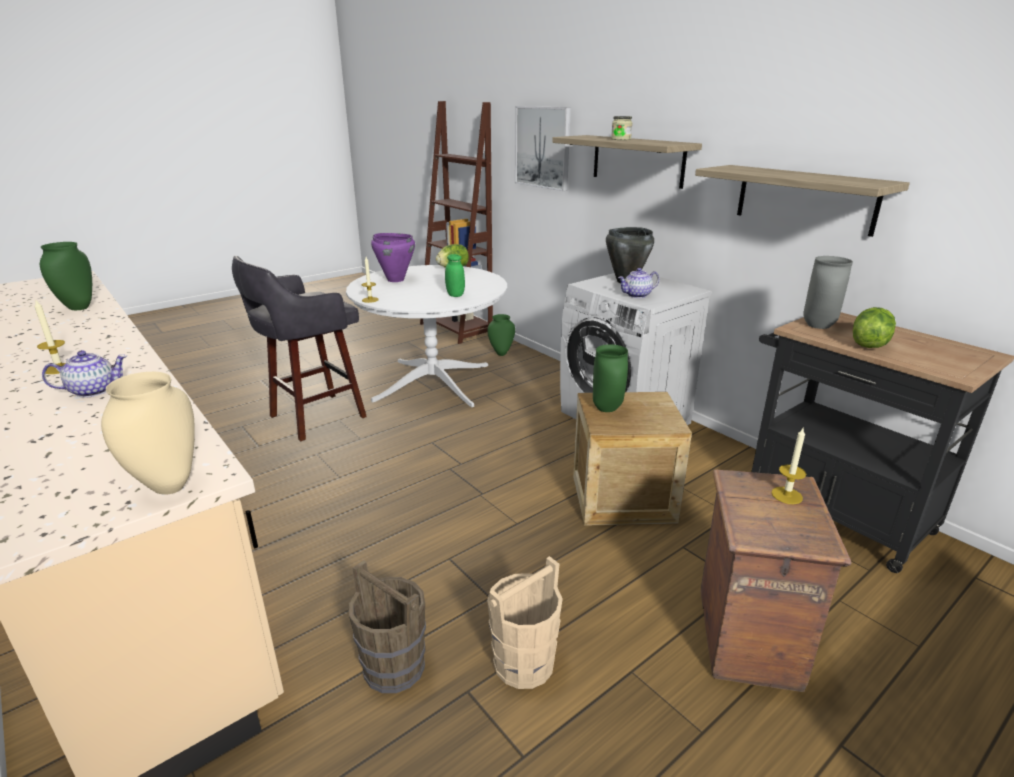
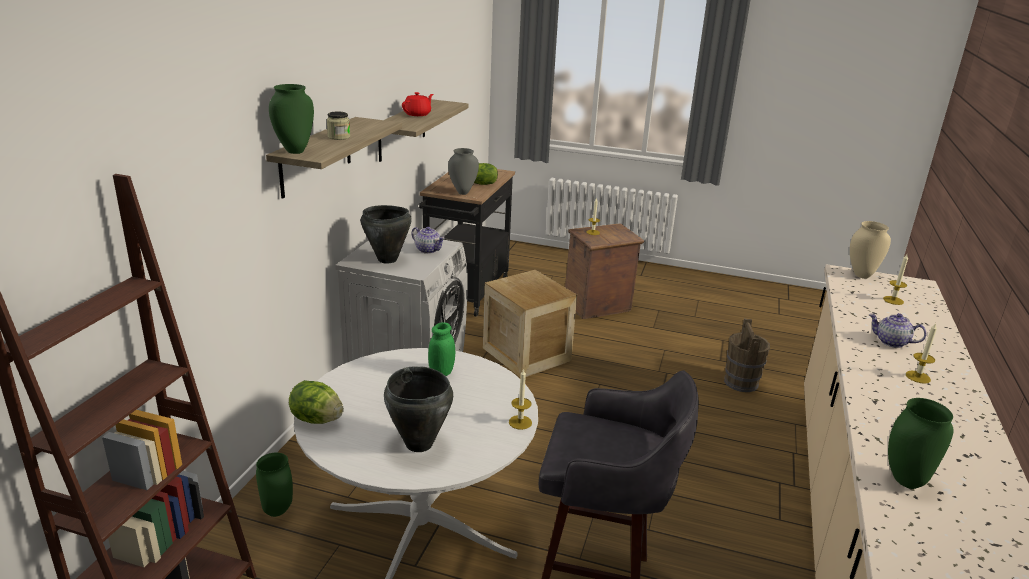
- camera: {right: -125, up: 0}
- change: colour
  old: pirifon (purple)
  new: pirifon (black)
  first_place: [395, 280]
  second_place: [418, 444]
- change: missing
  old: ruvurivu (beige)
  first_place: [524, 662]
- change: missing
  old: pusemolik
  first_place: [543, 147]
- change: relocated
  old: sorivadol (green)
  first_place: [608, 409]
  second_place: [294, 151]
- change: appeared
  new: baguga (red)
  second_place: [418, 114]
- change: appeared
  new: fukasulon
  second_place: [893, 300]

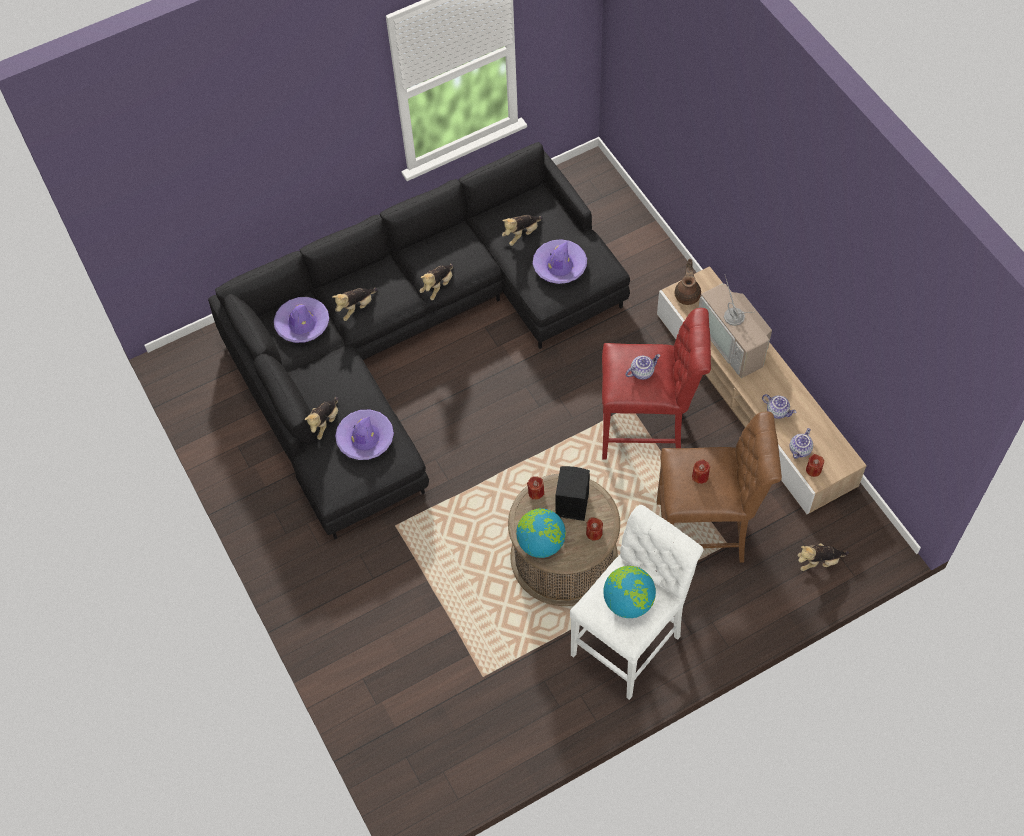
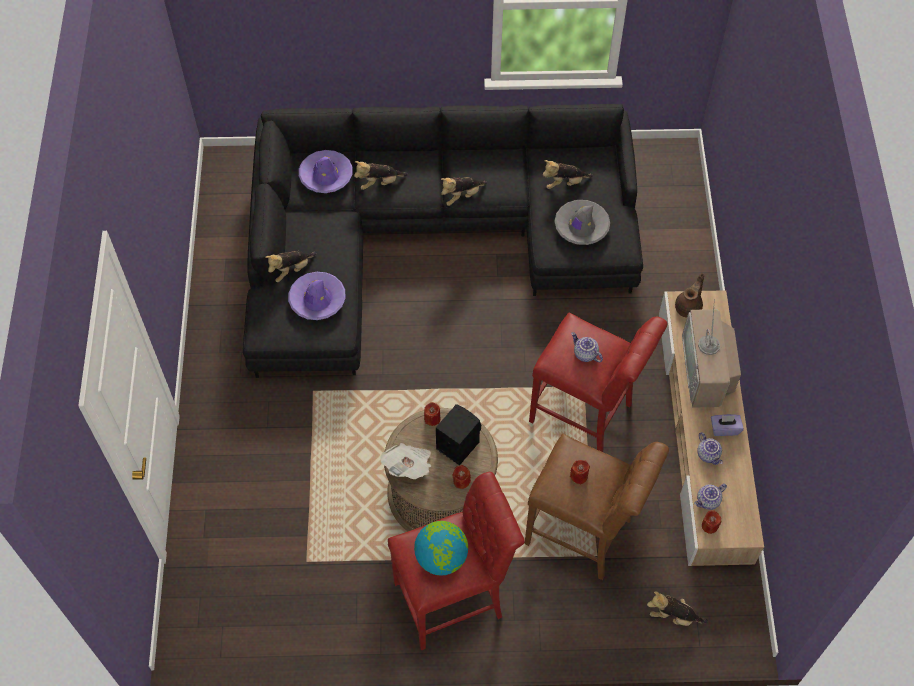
- camera: {right: 25, up: 0}
- change: exchanged
  old: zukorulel
  new: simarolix
  first_place: [541, 543]
  second_place: [408, 466]
- change: colour
  old: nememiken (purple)
  new: nememiken (grey)
  first_place: [559, 266]
  second_place: [581, 226]
- change: colour
  old: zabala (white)
  new: zabala (red)
  first_place: [631, 641]
  second_place: [454, 598]
- change: spun
  old: baguga
  first_place: [642, 372]
  second_place: [585, 354]
  degrees: -135
- change: appeared
  new: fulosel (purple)
  second_place: [724, 429]

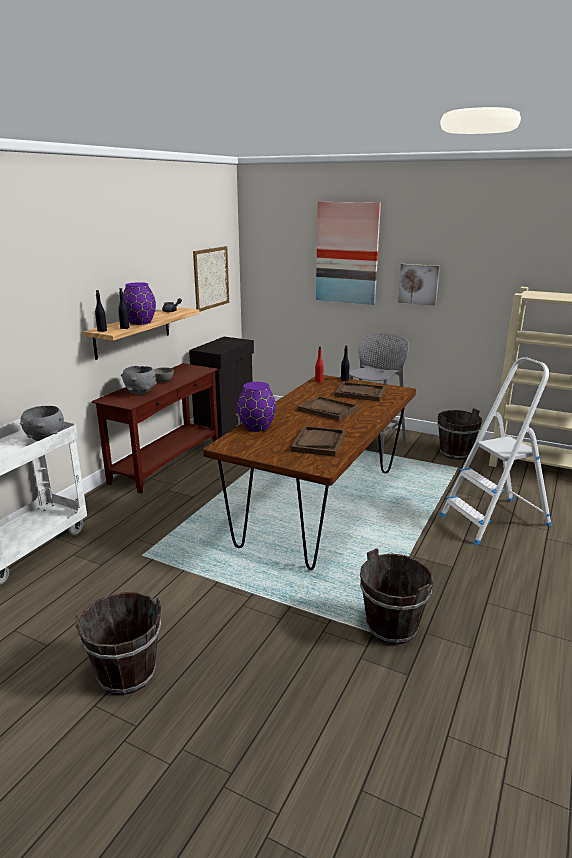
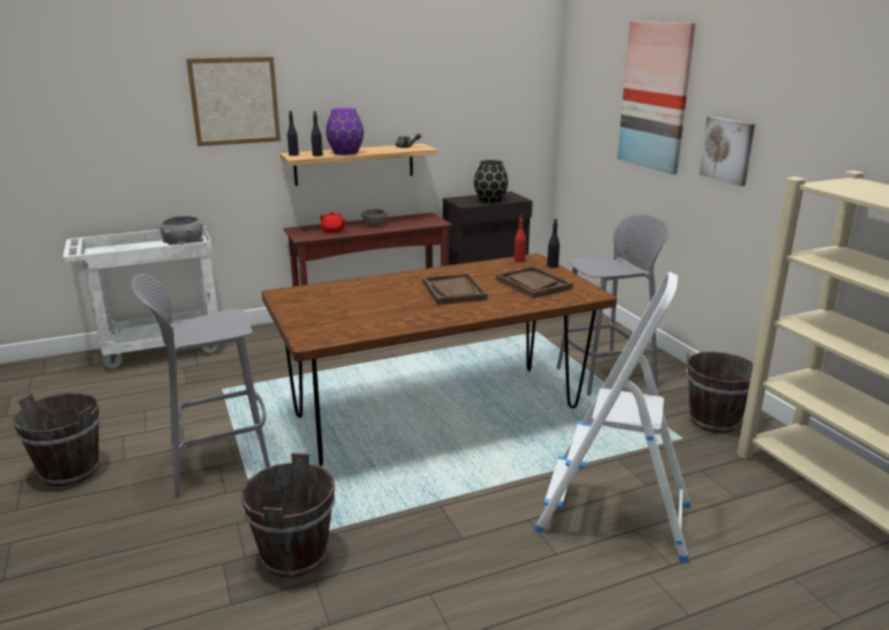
- camera: {right: 40, up: 0}
- change: exchanged
  old: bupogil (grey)
  new: baguga (red)
  first_place: [140, 393]
  second_place: [333, 230]
- change: relocated
  old: pusemolik
  first_place: [211, 277]
  second_place: [235, 100]
- change: missing
  old: sorivadol (purple)
  first_place: [256, 427]
- change: missing
  old: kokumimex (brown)
  first_place: [318, 442]
- change: appeared
  new: zabala (grey)
  second_place: [216, 460]
- change: appeared
  new: sorivadol (black)
  second_place: [490, 200]

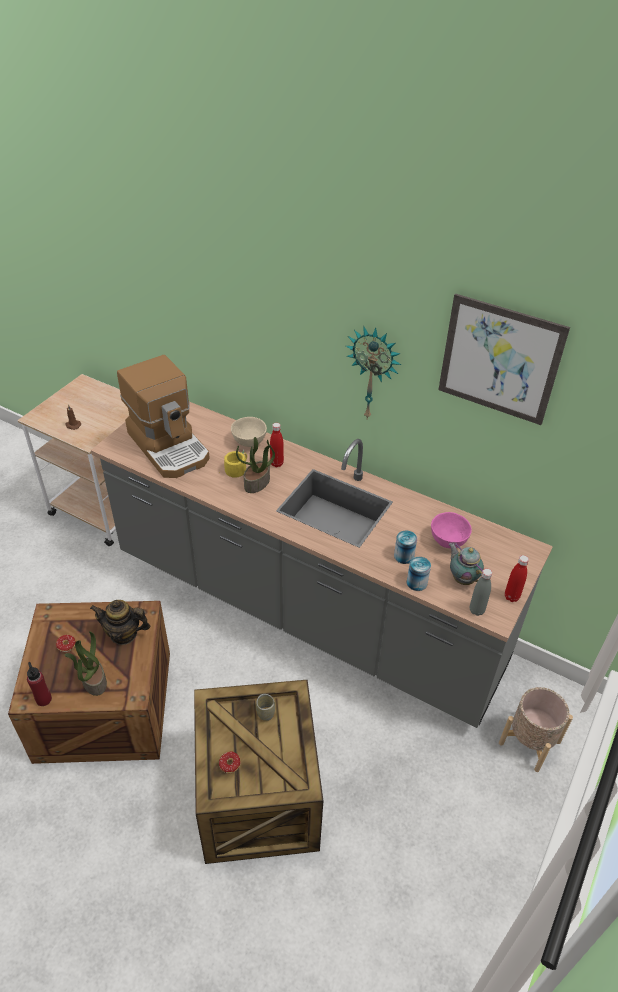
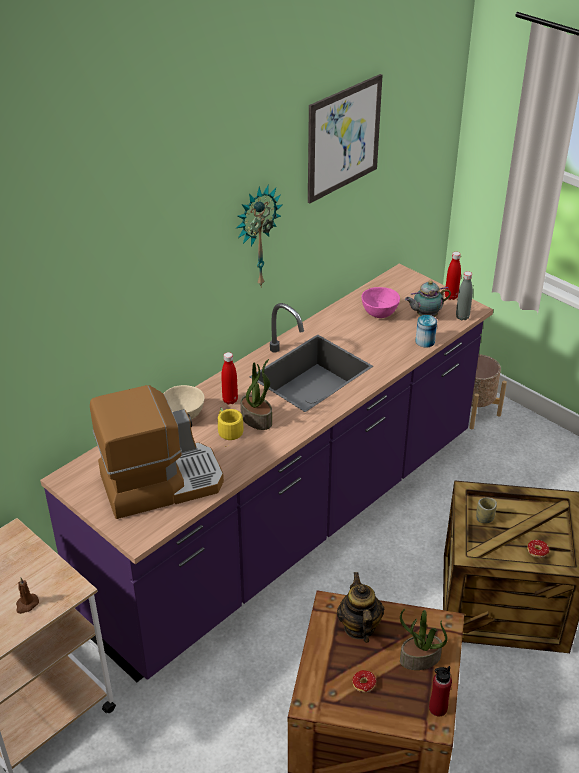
- camera: {right: -75, up: -5}
- change: spun
  old: baguga
  first_place: [124, 634]
  second_place: [359, 627]
  degrees: 150
- change: colour
  old: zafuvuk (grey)
  new: zafuvuk (purple)
  first_place: [305, 610]
  second_place: [289, 527]
- change: missing
  old: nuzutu
  first_place: [404, 556]

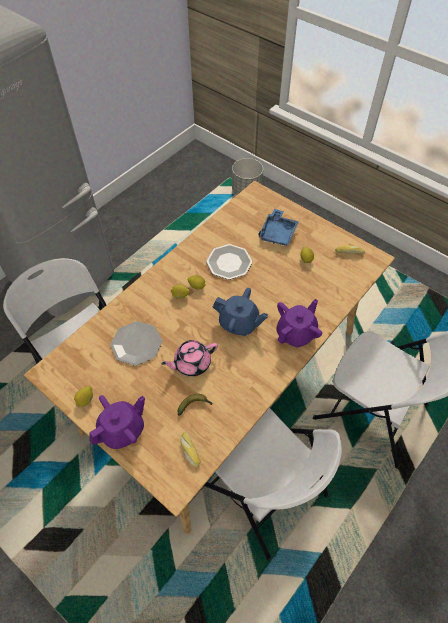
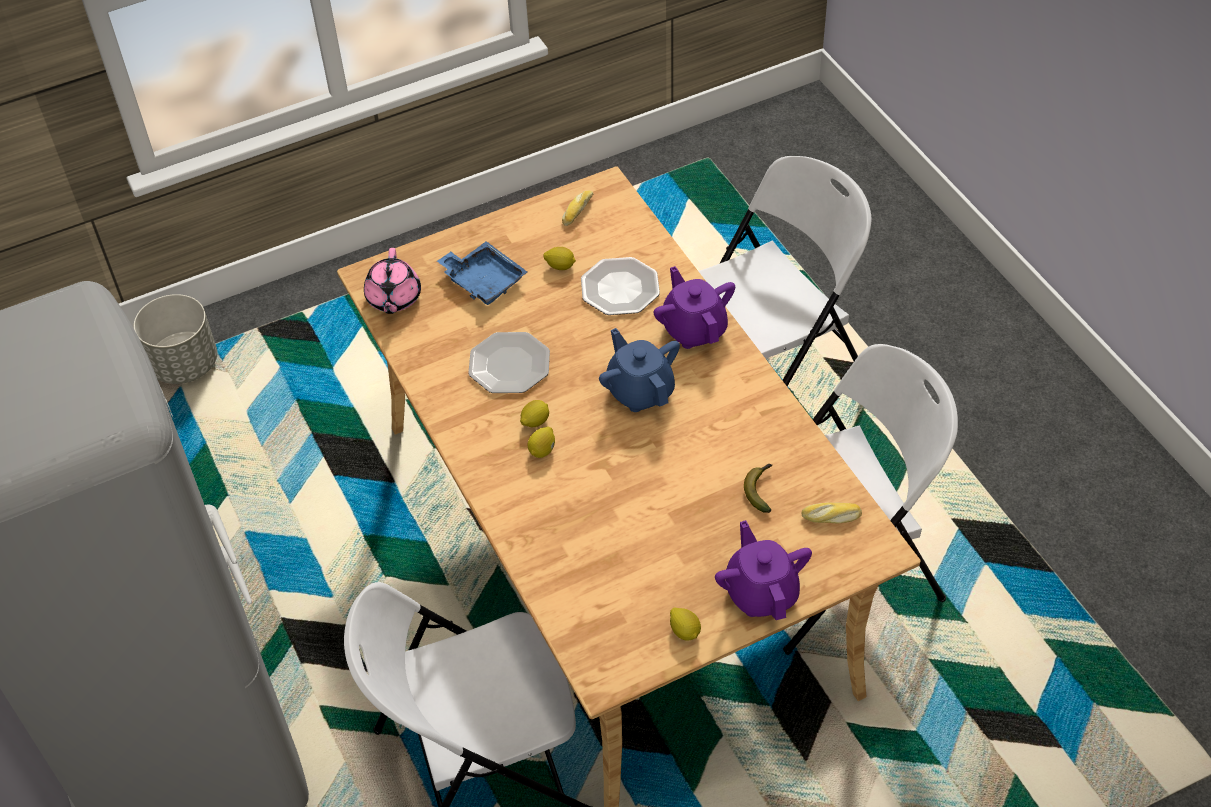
- camera: {right: -65, up: -5}
- change: relocated
  old: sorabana
  first_place: [136, 344]
  second_place: [620, 288]
- change: relocated
  old: baguga (pink)
  first_place: [191, 363]
  second_place: [393, 298]
- change: spun
  old: baguga (blue)
  first_place: [239, 323]
  second_place: [640, 391]
  degrees: -75

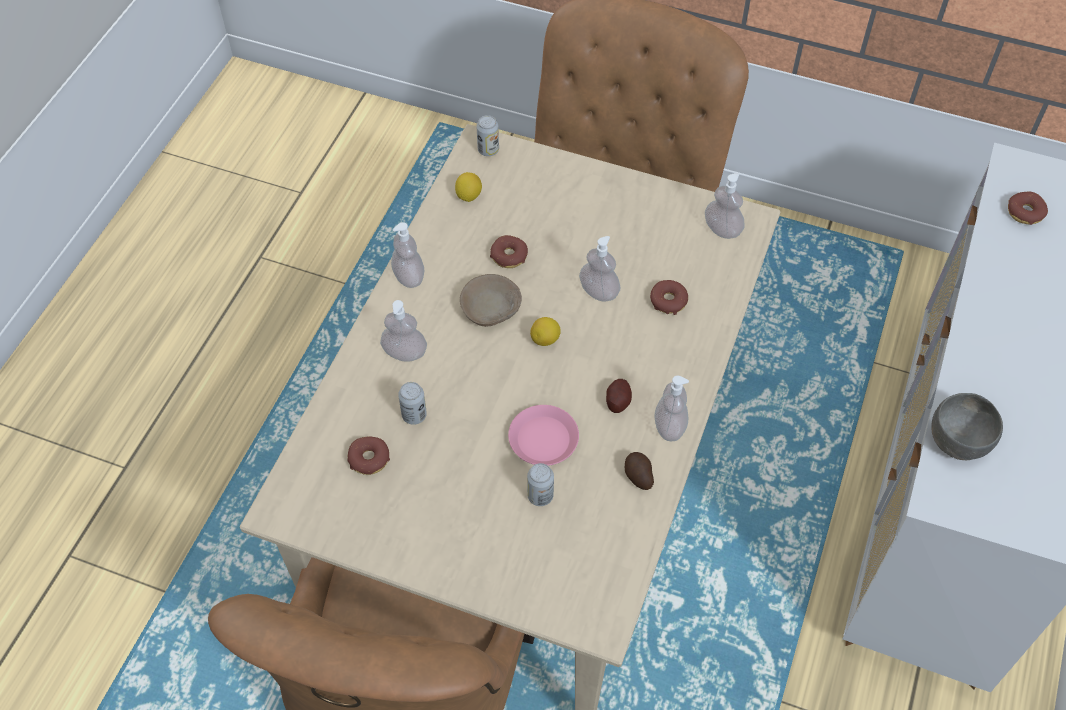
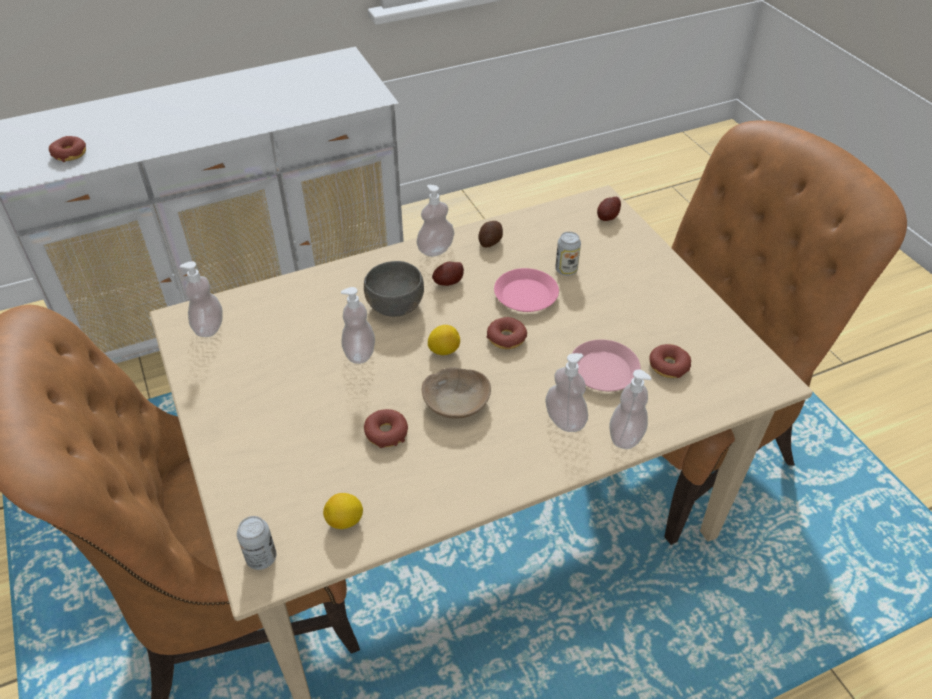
- camera: {right: -135, up: -10}
- change: relocated
  old: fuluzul
  first_place: [409, 277]
  second_place: [625, 436]
- change: exchanged
  old: nuzutu
  new: sorabana (pink)
  first_place: [414, 415]
  second_place: [604, 370]
- change: relocated
  old: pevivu
  first_place: [668, 301]
  second_place: [506, 338]
- change: relocated
  old: bupogil (grey)
  first_place: [959, 440]
  second_place: [394, 305]
- change: appeared
  new: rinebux
  second_place: [607, 217]

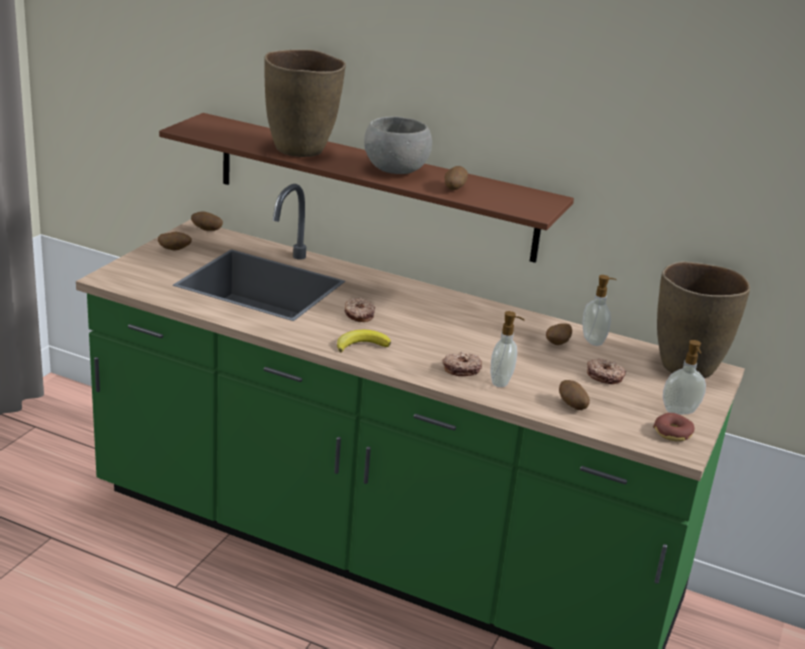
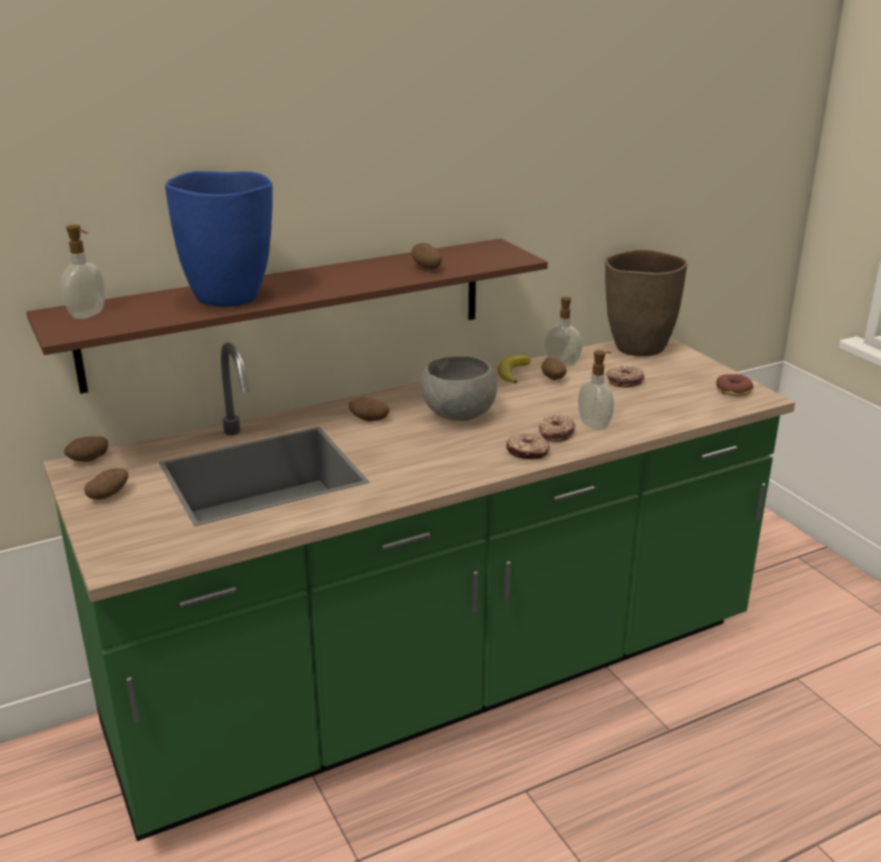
- camera: {right: -50, up: 0}
- change: colour
  old: sorivadol (brown)
  new: sorivadol (blue)
  first_place: [301, 150]
  second_place: [229, 297]
- change: relocated
  old: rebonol
  first_place: [361, 345]
  second_place: [512, 372]
- change: relocated
  old: pevivu
  first_place: [358, 315]
  second_place: [527, 452]
- change: relocated
  old: bupogil (grey)
  first_place: [395, 171]
  second_place: [459, 416]
- change: relocated
  old: rinebux
  first_place: [572, 405]
  second_place: [369, 420]
- change: relocated
  old: fuluzul
  first_place: [680, 412]
  second_place: [89, 315]

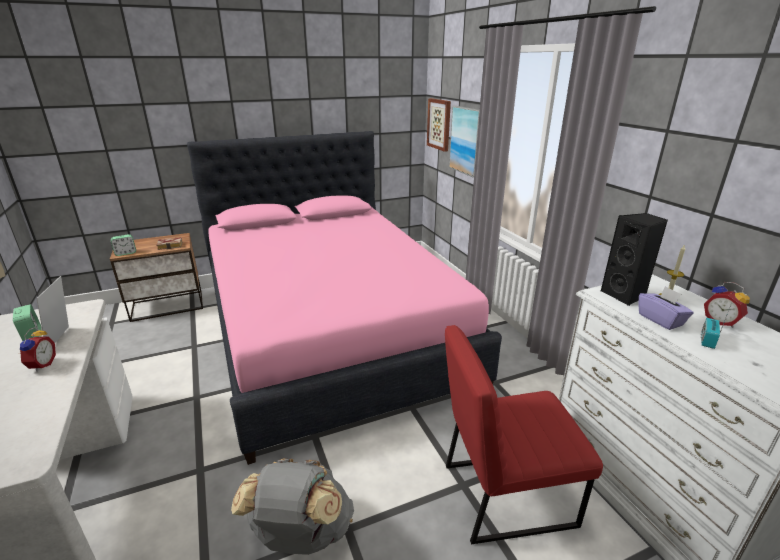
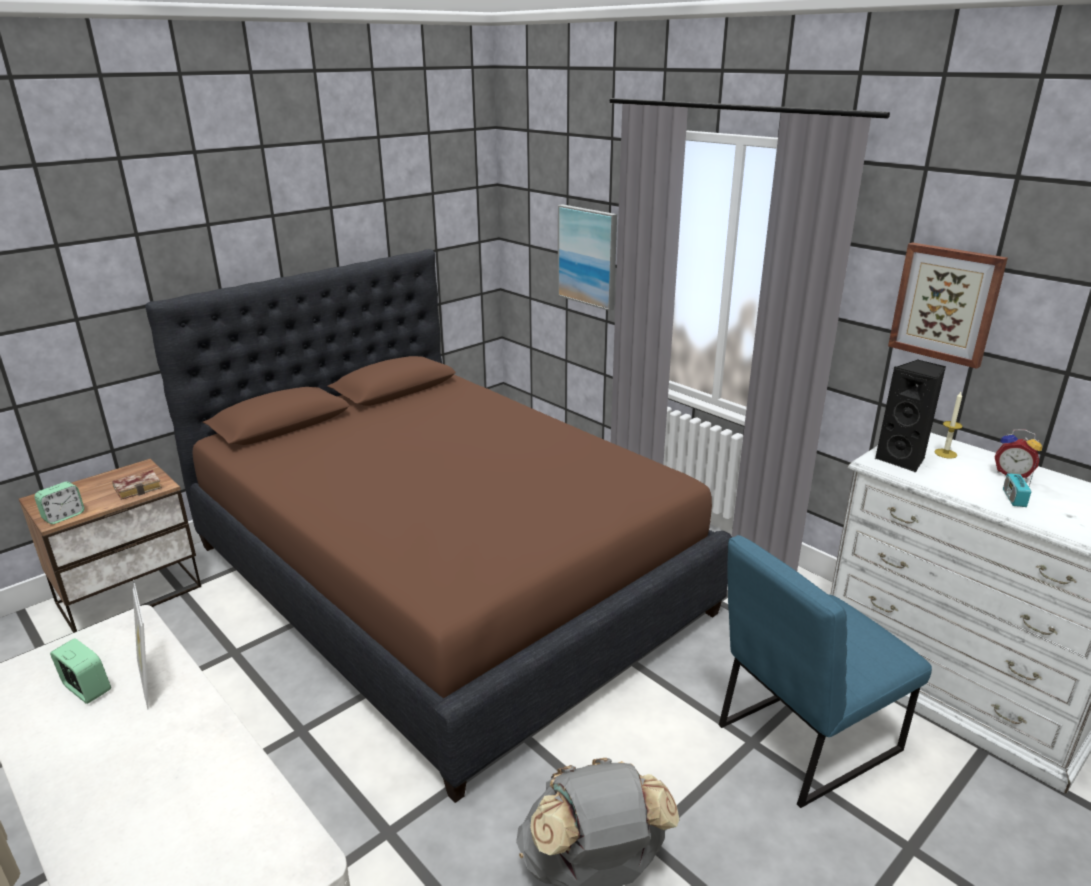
- camera: {right: -20, up: 0}
- change: missing
  old: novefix
  first_place: [41, 365]
- change: colour
  old: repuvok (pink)
  new: repuvok (brown)
  first_place: [330, 330]
  second_place: [444, 577]
- change: relocated
  old: pusemolik
  first_place: [439, 124]
  second_place: [946, 303]
- change: colour
  old: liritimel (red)
  new: liritimel (blue)
  first_place: [503, 494]
  second_place: [804, 738]
- change: missing
  old: fulosel (purple)
  first_place: [660, 320]

